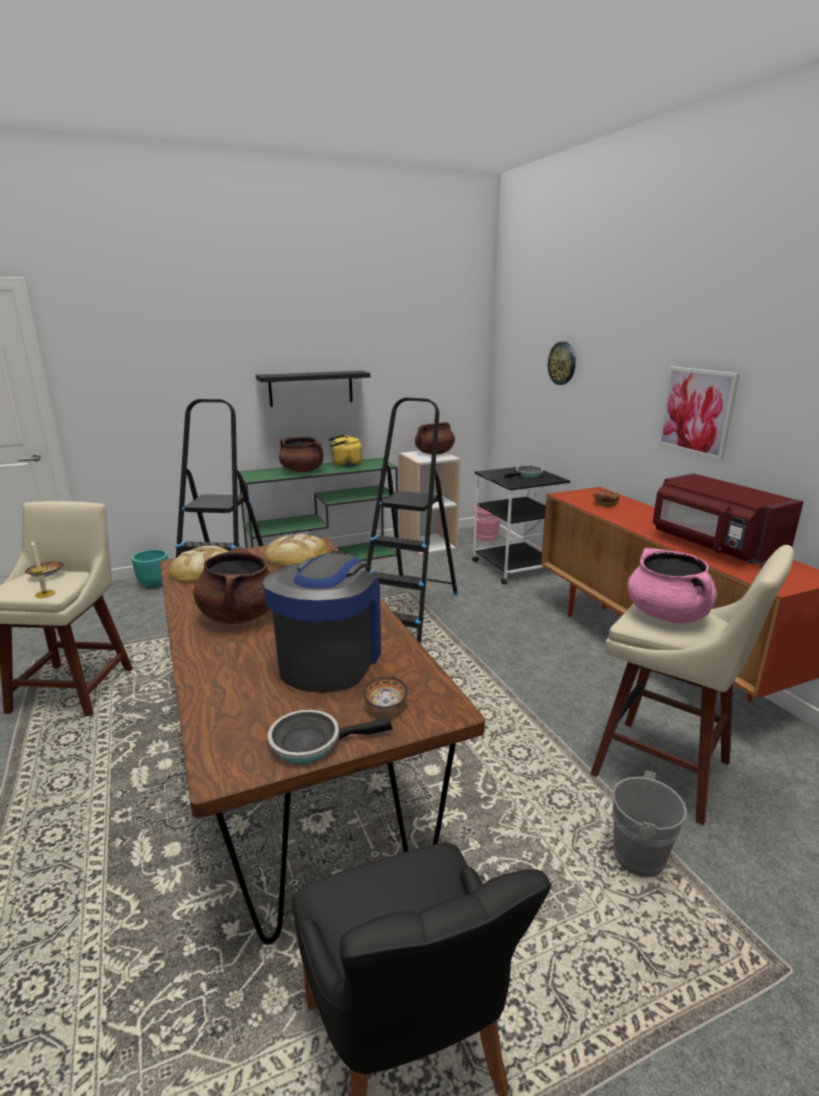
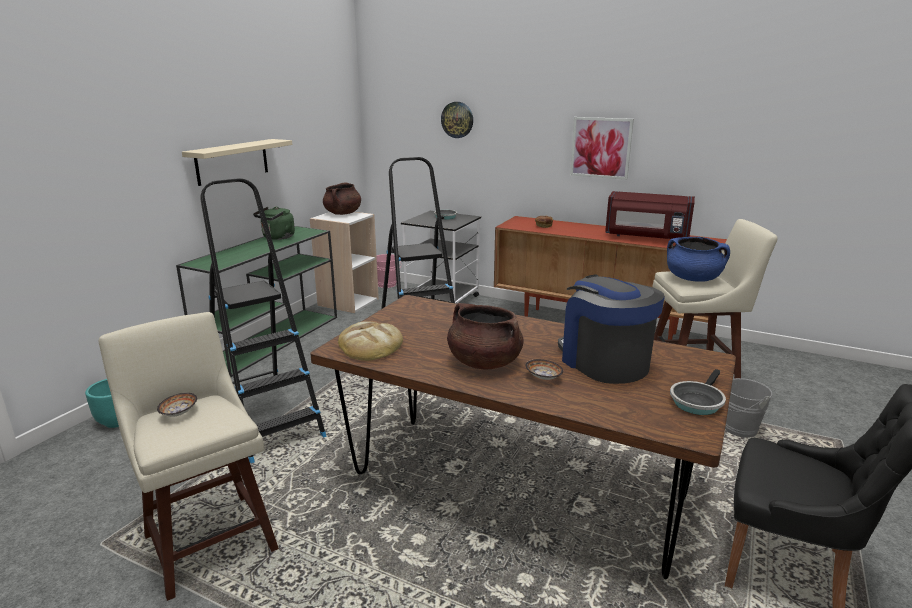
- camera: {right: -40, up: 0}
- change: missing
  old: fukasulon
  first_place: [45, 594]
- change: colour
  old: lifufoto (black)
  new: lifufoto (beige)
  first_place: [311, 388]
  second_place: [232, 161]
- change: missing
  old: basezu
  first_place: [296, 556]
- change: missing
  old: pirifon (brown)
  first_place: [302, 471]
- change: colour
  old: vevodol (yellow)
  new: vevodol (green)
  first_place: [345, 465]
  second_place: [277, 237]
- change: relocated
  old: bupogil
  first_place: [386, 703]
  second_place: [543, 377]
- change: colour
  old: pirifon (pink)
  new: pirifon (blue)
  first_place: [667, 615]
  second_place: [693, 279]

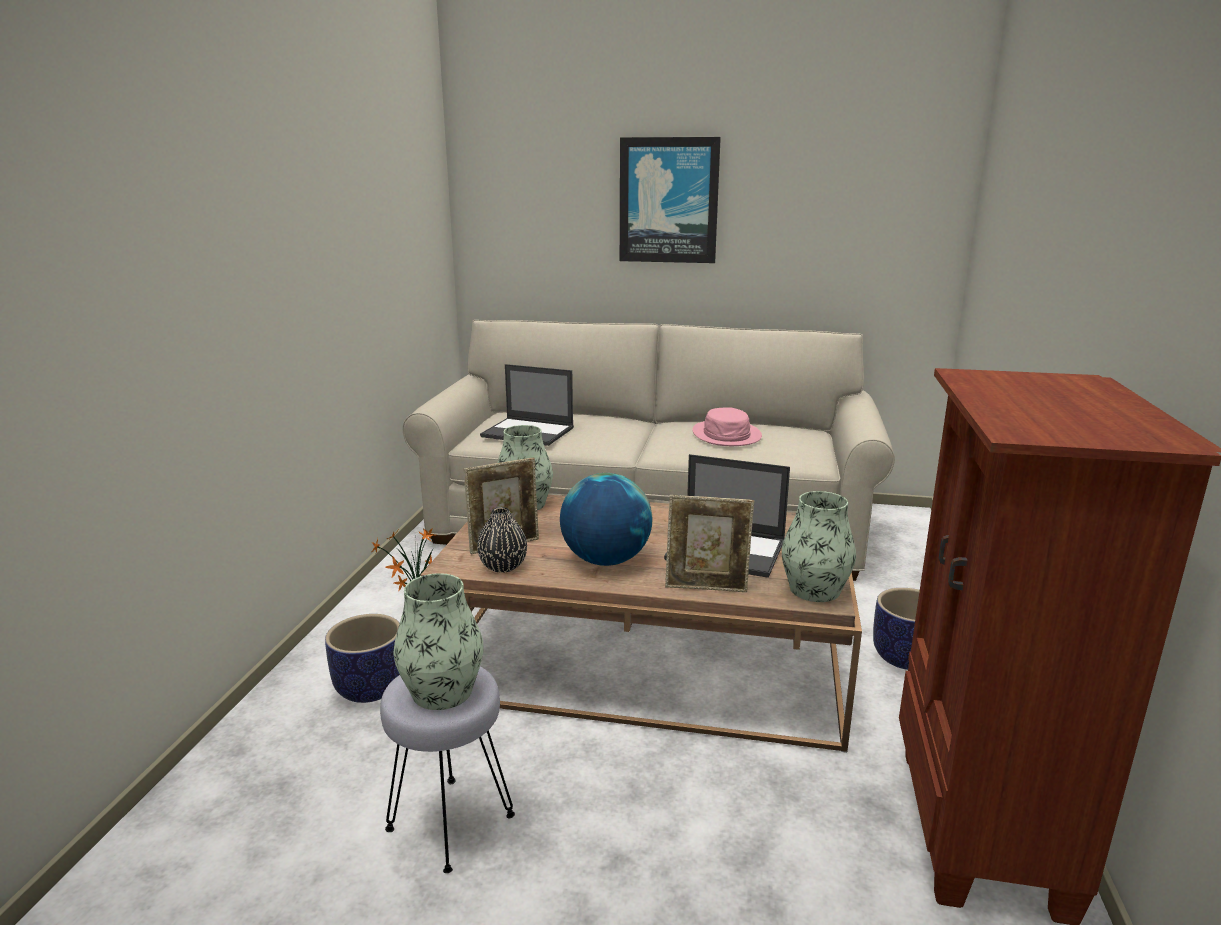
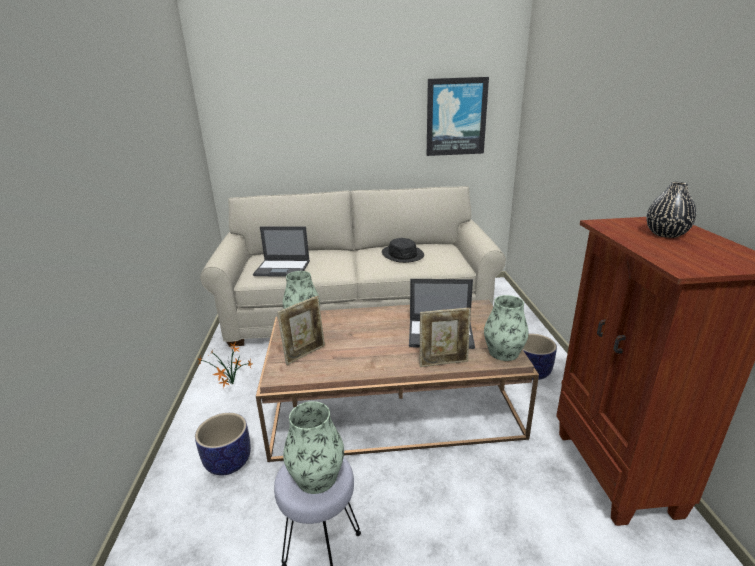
- camera: {right: -15, up: 5}
- change: relocated
  old: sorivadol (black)
  first_place: [503, 566]
  second_place: [666, 234]
- change: missing
  old: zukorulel
  first_place: [605, 560]
- change: relocated
  old: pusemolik
  first_place: [668, 201]
  second_place: [456, 117]
- change: colour
  old: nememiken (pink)
  new: nememiken (black)
  first_place: [727, 435]
  second_place: [403, 254]

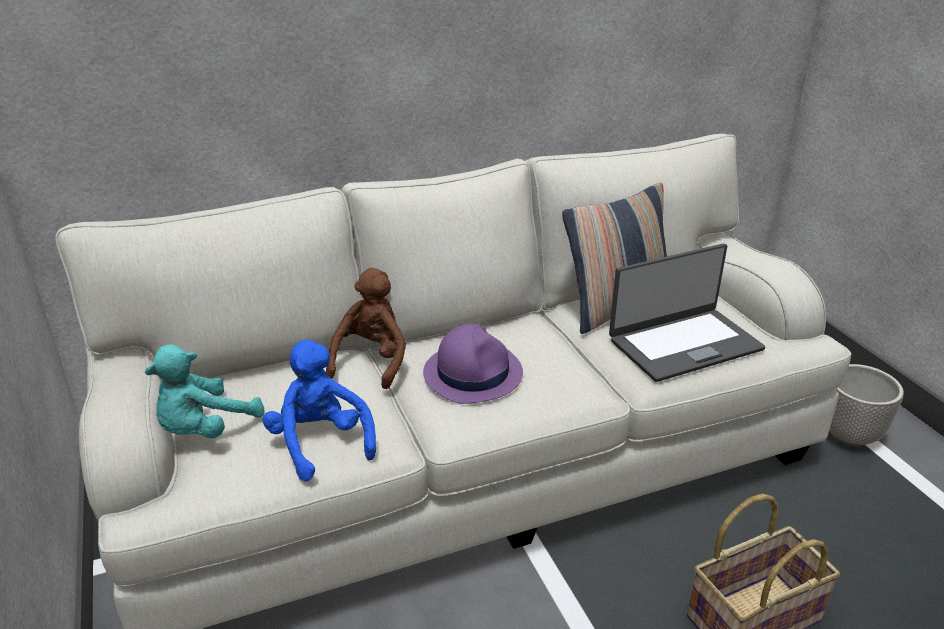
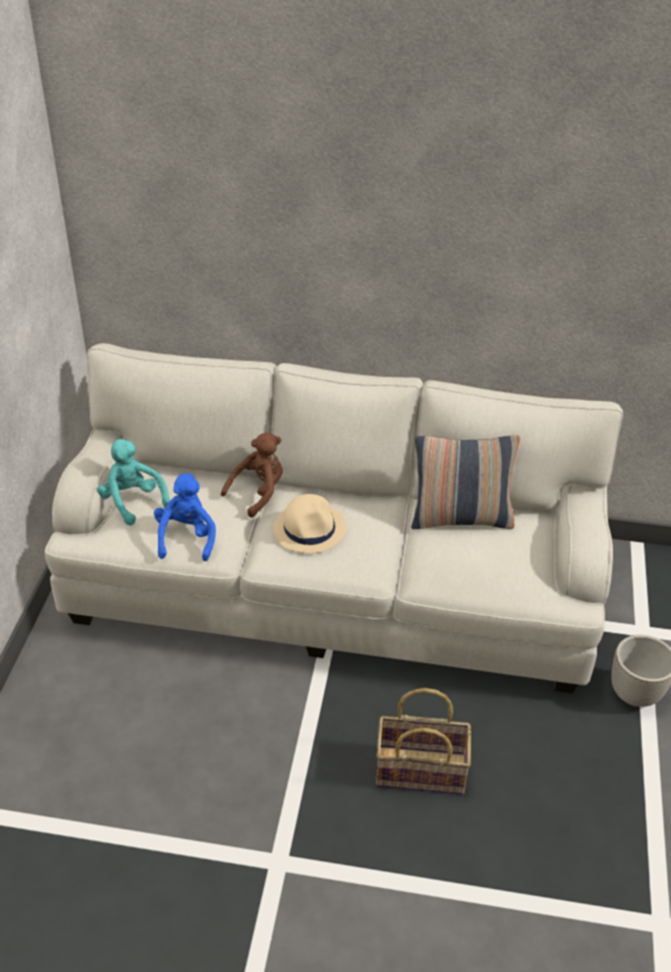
- camera: {right: 30, up: 10}
- change: spun
  old: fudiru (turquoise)
  first_place: [205, 429]
  second_place: [132, 501]
  degrees: 75
- change: colour
  old: nememiken (purple)
  new: nememiken (beige)
  first_place: [473, 373]
  second_place: [310, 528]
- change: missing
  old: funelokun
  first_place: [684, 344]

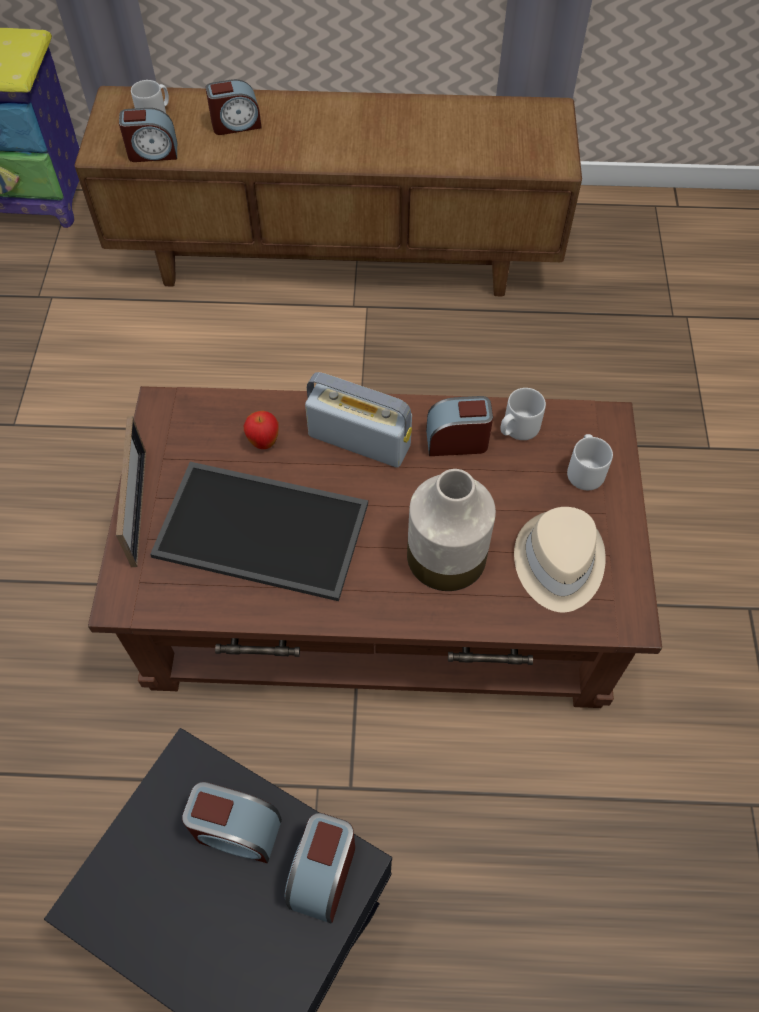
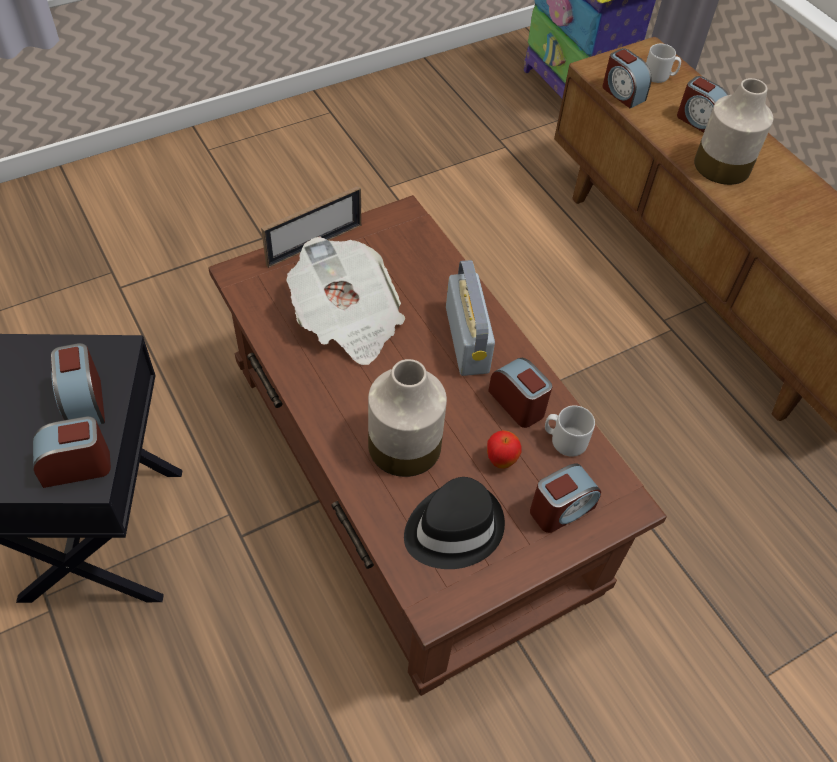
- camera: {right: 55, up: -5}
- change: exchanged
  old: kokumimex
  new: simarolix
  first_place: [264, 528]
  second_place: [347, 320]
- change: relocated
  old: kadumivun
  first_place: [264, 443]
  second_place: [501, 461]
- change: colour
  old: nememiken (beige)
  new: nememiken (black)
  first_place: [558, 563]
  second_place: [452, 528]
- change: exchanged
  old: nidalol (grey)
  new: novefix
  first_place: [585, 471]
  second_place: [561, 509]
- change: appeared
  new: sorivadol (beige)
  second_place: [722, 165]

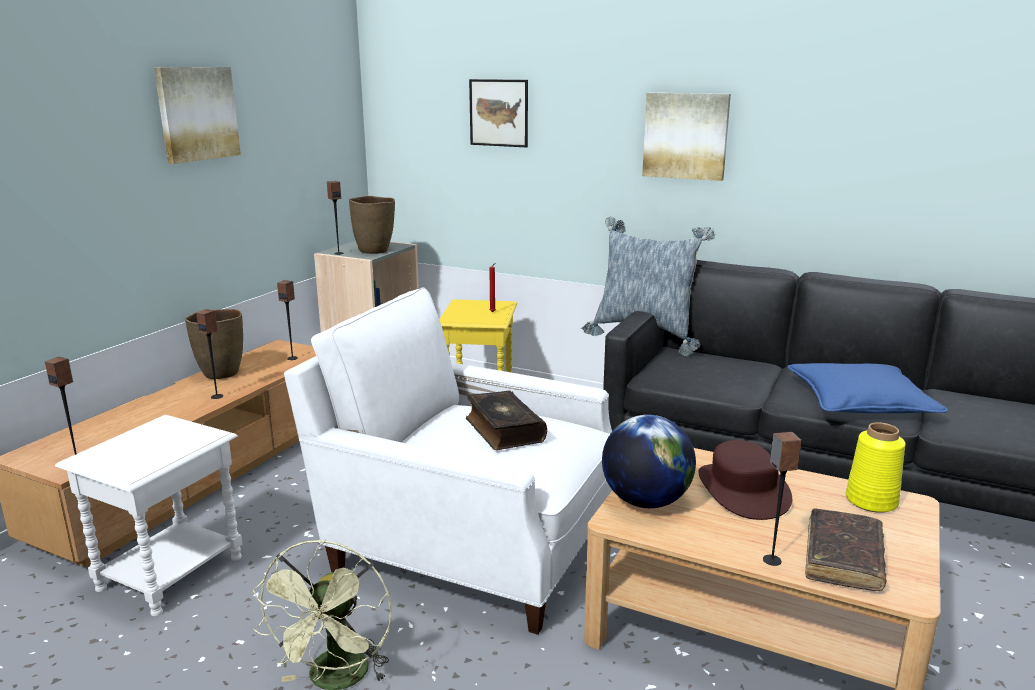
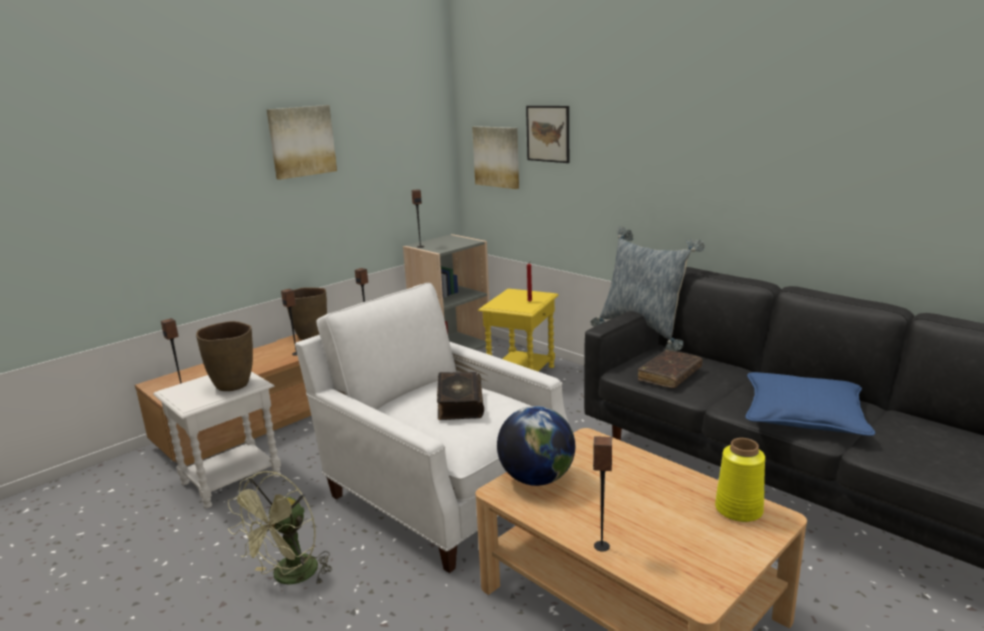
- camera: {right: 20, up: 0}
- change: relocated
  old: sorivadol (brown)
  first_place: [374, 251]
  second_place: [233, 385]
- change: relocated
  old: pusemolik
  first_place: [686, 136]
  second_place: [497, 156]
- change: missing
  old: nememiken (brown)
  first_place: [742, 490]
- change: relocated
  old: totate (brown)
  first_place: [843, 559]
  second_place: [669, 375]

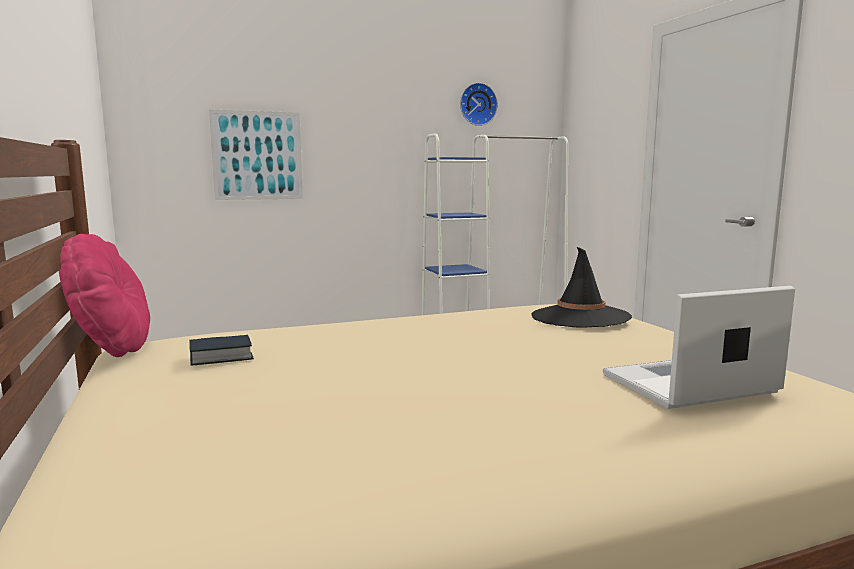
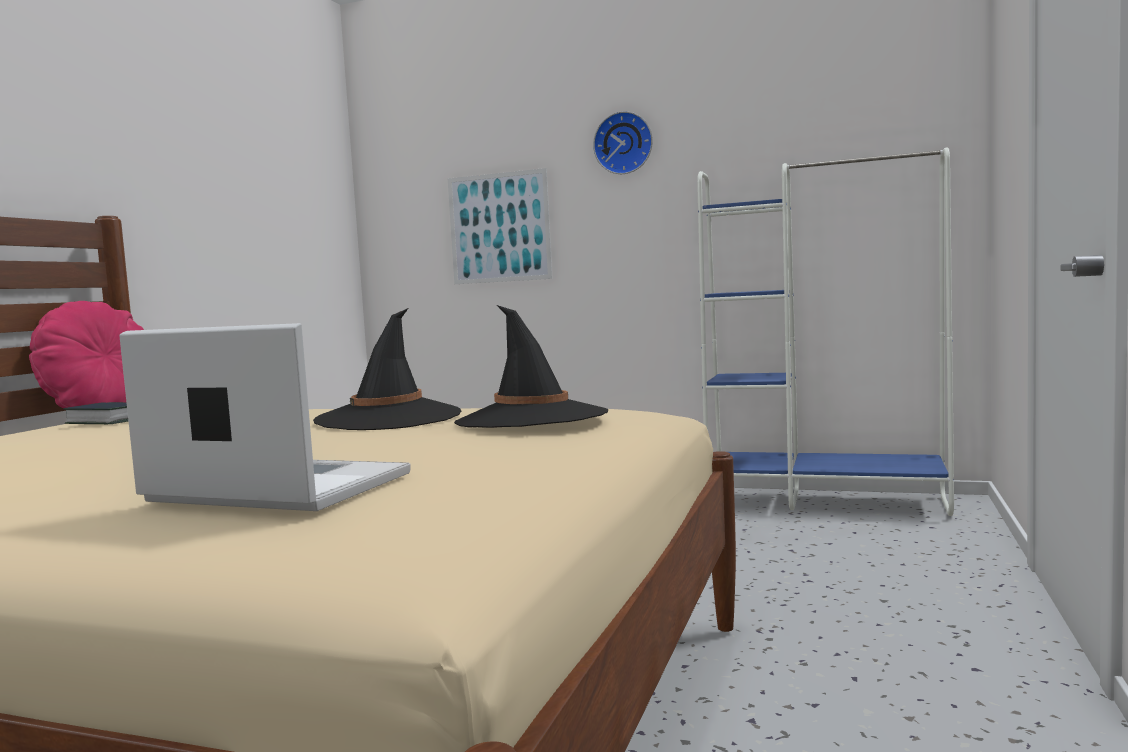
- camera: {right: 40, up: -5}
- change: relocated
  old: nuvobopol
  first_place: [477, 104]
  second_place: [623, 143]
- change: appeared
  new: nememiken (black)
  second_place: [389, 418]

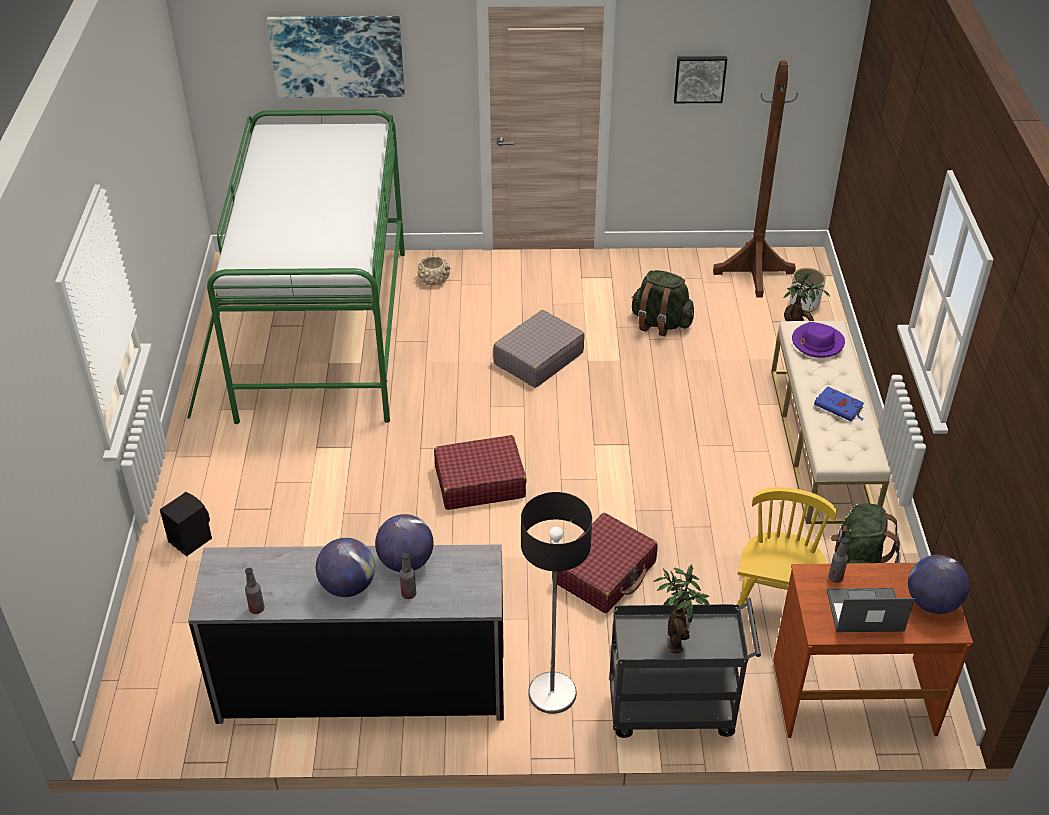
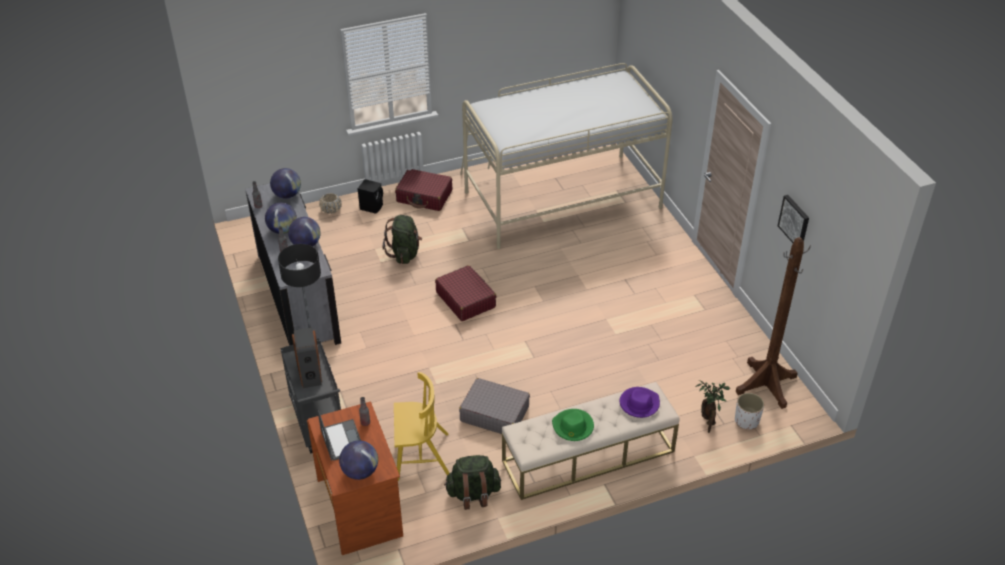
- camera: {right: 70, up: 0}
- change: colour
  old: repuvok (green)
  new: repuvok (beige)
  first_place: [322, 335]
  second_place: [559, 199]
- change: missing
  old: pusemolik
  first_place: [337, 56]
- change: relocated
  old: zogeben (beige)
  first_place: [434, 280]
  second_place: [331, 210]
- change: relocated
  old: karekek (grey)
  first_place: [538, 358]
  second_place: [494, 414]
- change: relocated
  old: karekek (red)
  first_place: [604, 572]
  second_place: [424, 196]
- change: relocated
  old: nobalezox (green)
  first_place: [660, 323]
  second_place: [404, 253]
- change: exchanged
  old: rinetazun
  new: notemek
  first_place: [677, 639]
  second_place: [310, 373]
- change: exchanged
  old: totate (blue)
  new: nememiken (green)
  first_place: [840, 407]
  second_place: [573, 427]
- change: appeared
  new: zukorulel
  second_place: [287, 195]

